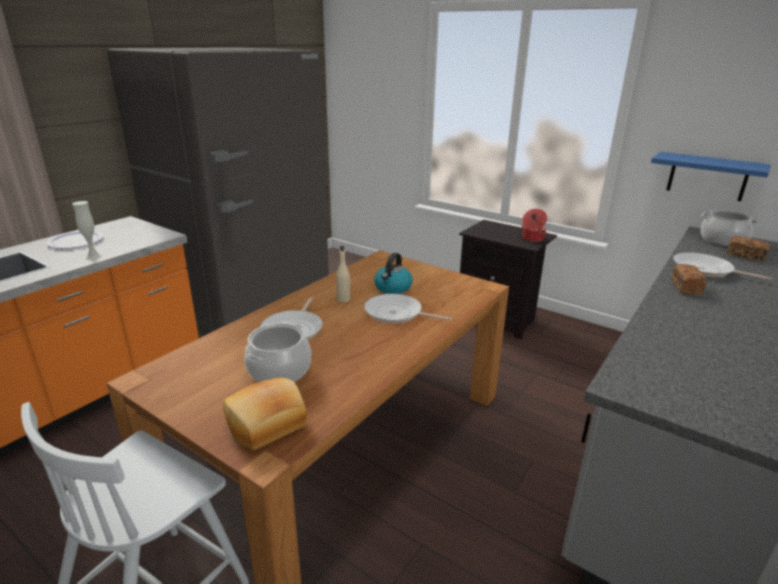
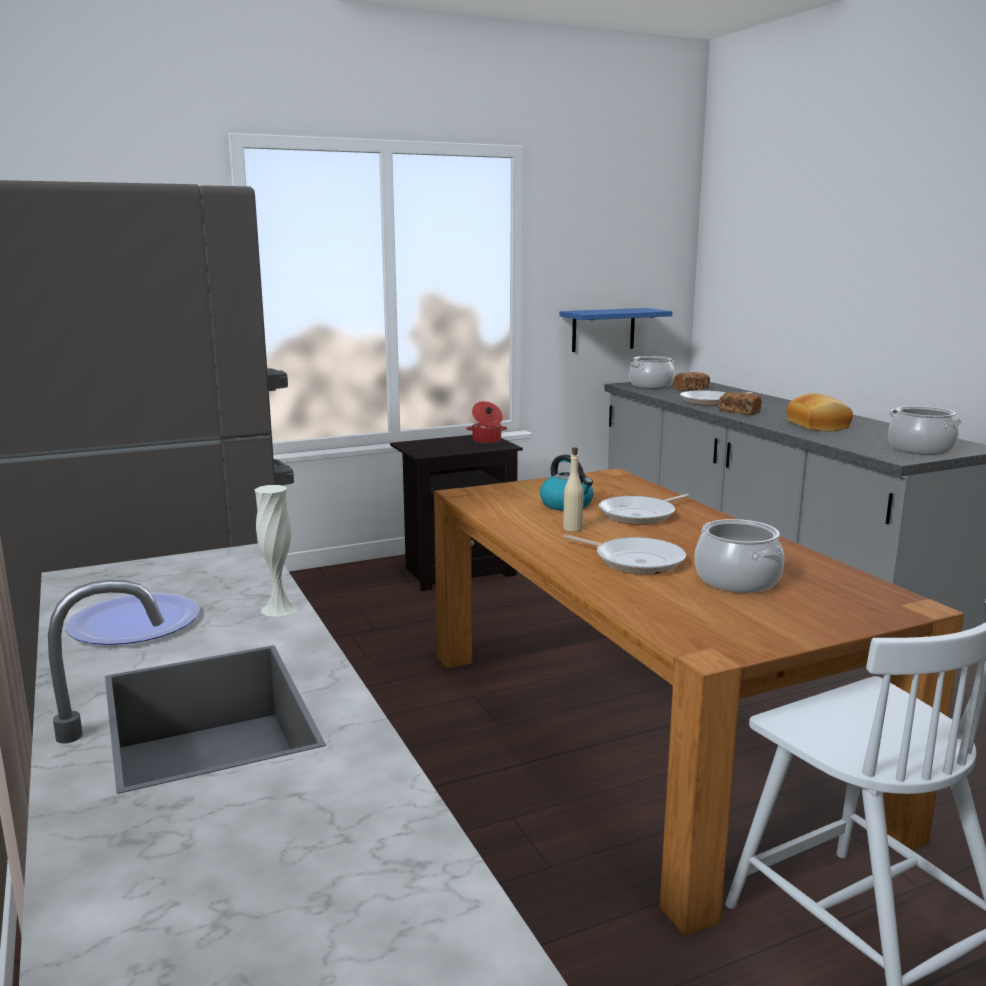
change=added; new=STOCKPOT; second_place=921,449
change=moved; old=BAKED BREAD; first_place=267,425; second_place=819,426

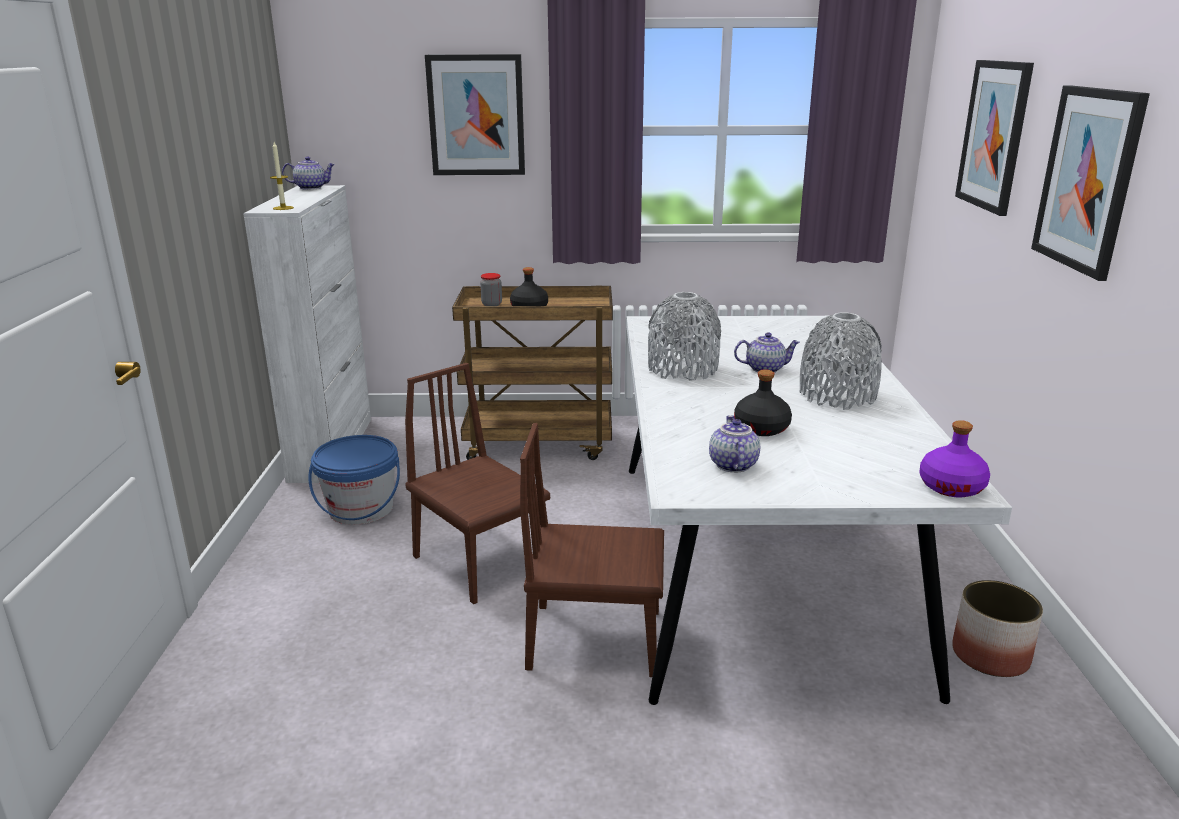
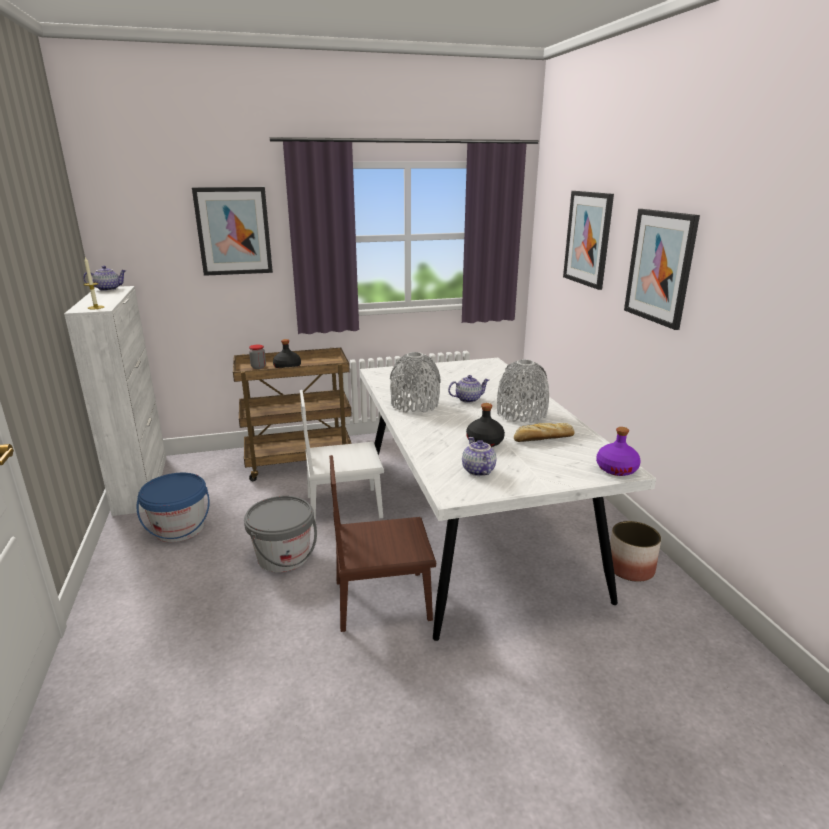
change=added; new=WHITE-COLOURED UPRIGHT CHAIR; second_place=344,506
change=added; new=BAKED BREAD; second_place=542,438
change=replaced; old=BROWNISH UPRIGHT CHAIR; new=GRAY PAIL; first_place=480,562; second_place=283,556

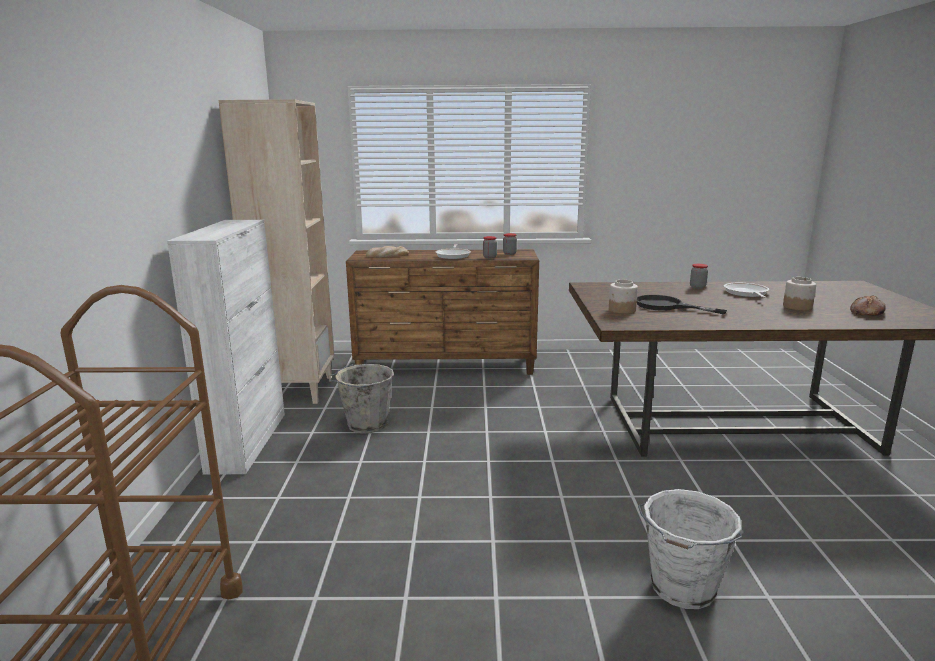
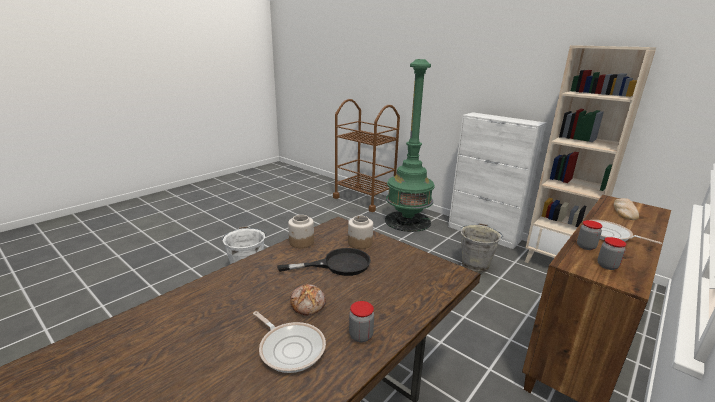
change=added; new=GREEN FLOOR LAMP; second_place=407,221
change=moved; old=PRESERVE JAR; first_place=797,306; second_place=301,242
change=moved; old=BAKED BREAD; first_place=866,313; second_place=308,304

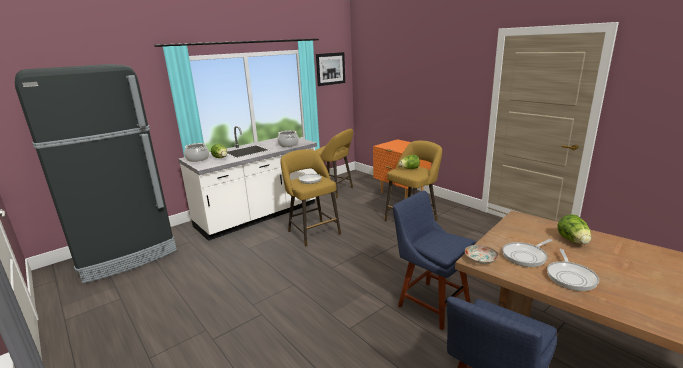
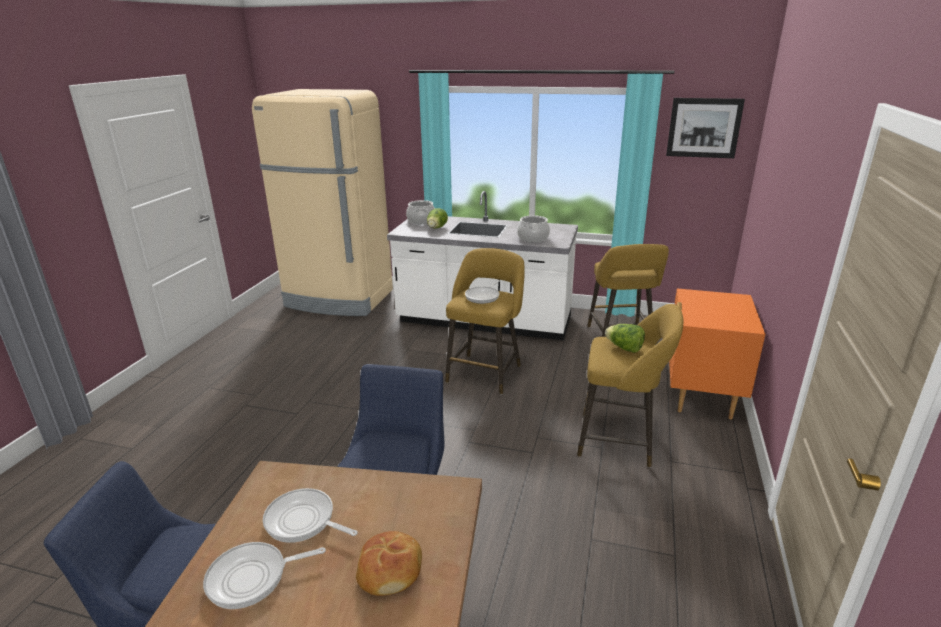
change=removed; old=FLAT DISH; first_place=481,260
change=replaced; old=LETTUCE; new=BAKED BREAD; first_place=573,241; second_place=390,570
change=recoloured; old=BLACKISH FRIDGE; new=BEIGE-COLOURED FRIDGE; first_place=126,255; second_place=339,299

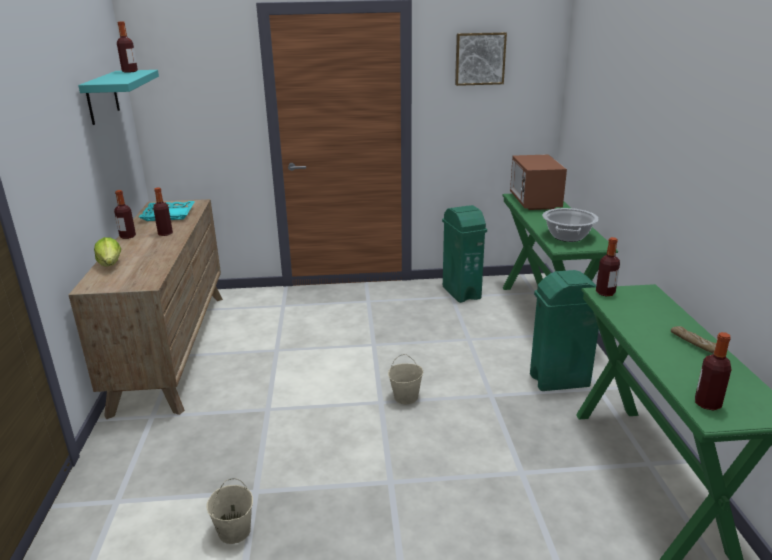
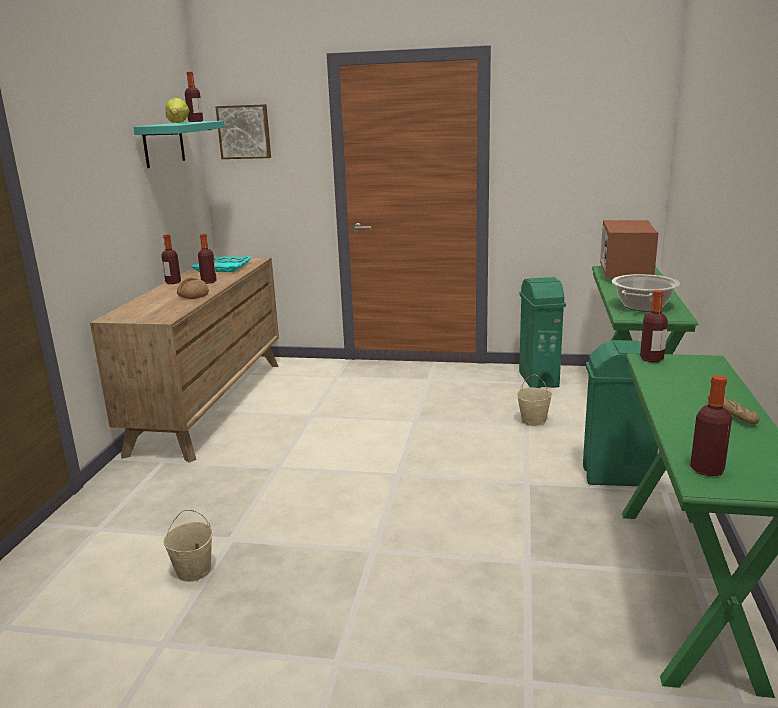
change=added; new=BAKED BREAD; second_place=193,295
change=moved; old=LETTUCE; first_place=110,264; second_place=178,123
change=moved; old=BEIGE-COLOURED PAIL; first_place=406,397; second_place=533,421
change=moved; old=WALL PICTURE; first_place=479,58; second_place=244,132

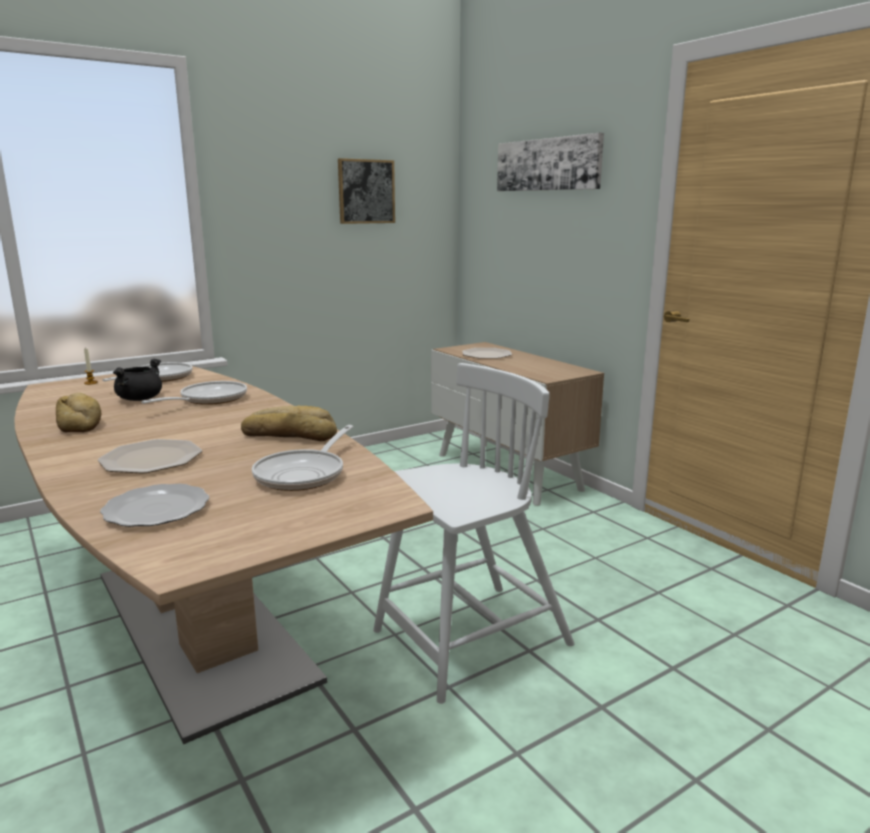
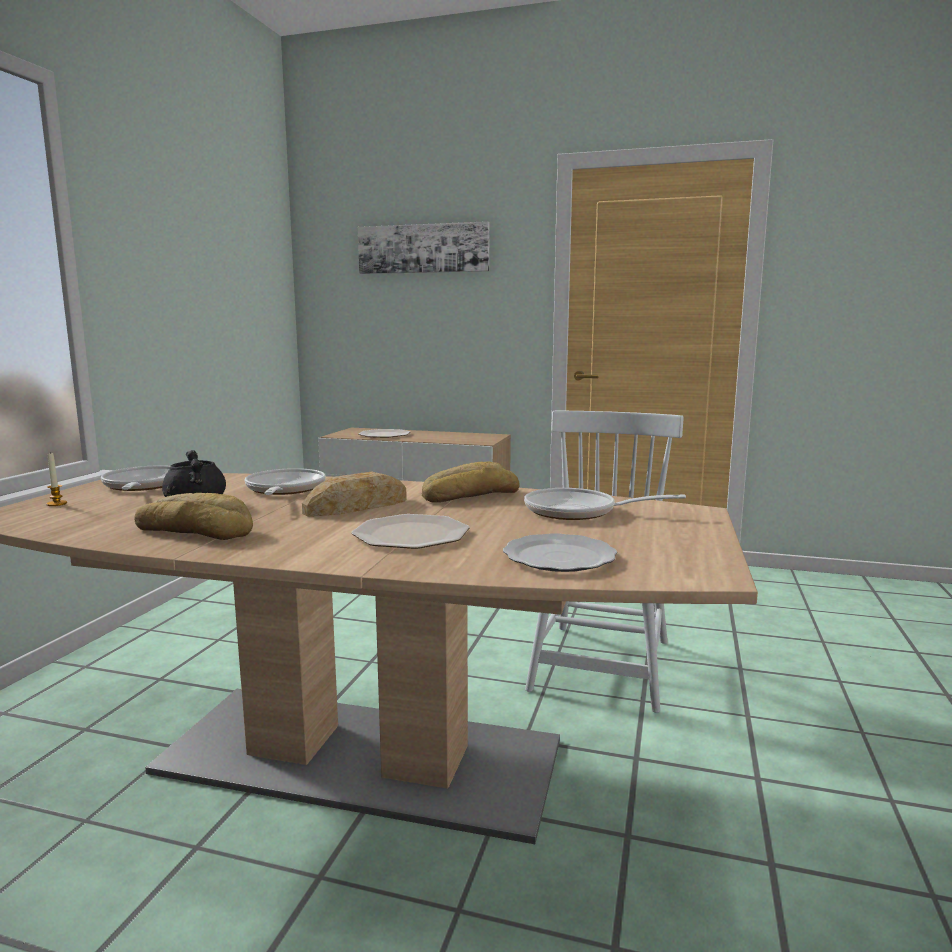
change=removed; old=WALL PICTURE; first_place=366,191
change=added; new=BAKED BREAD; second_place=356,506
change=turned; old=PAN; first_place=304,474; second_place=578,512; degrees=120

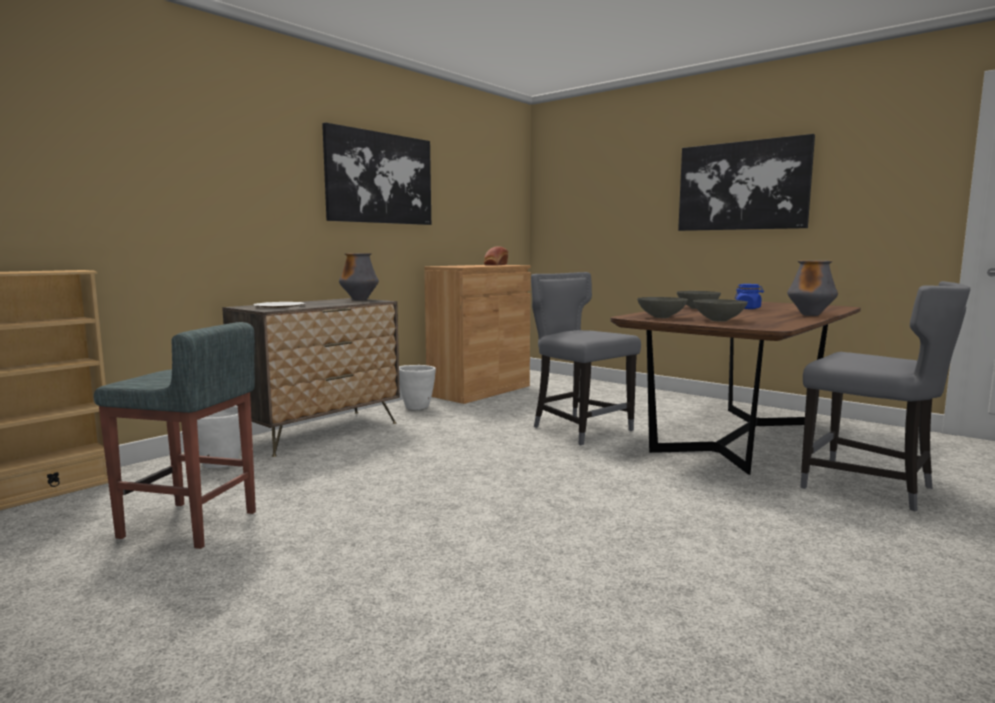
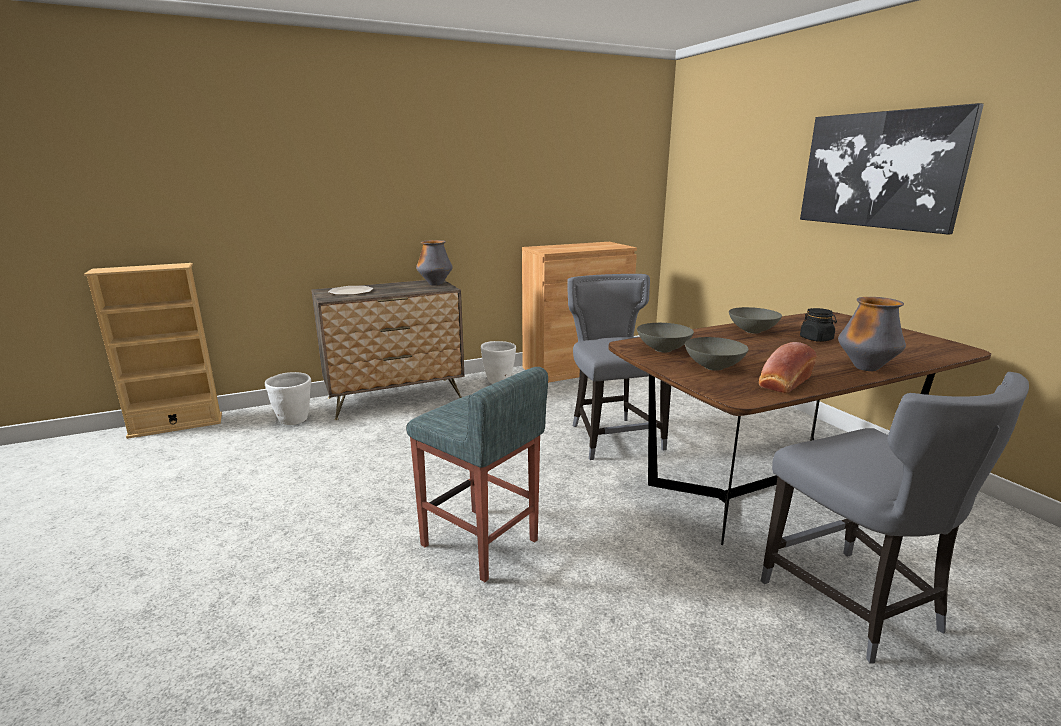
change=removed; old=WALL PICTURE; first_place=379,178
change=moved; old=GRAY SITTING STOOL; first_place=190,525; second_place=480,543
change=moved; old=BAKED BREAD; first_place=495,265; second_place=783,383
change=recoloured; old=BLUISH PRESERVE JAR; new=BLACKISH PRESERVE JAR; first_place=748,308; second_place=816,339

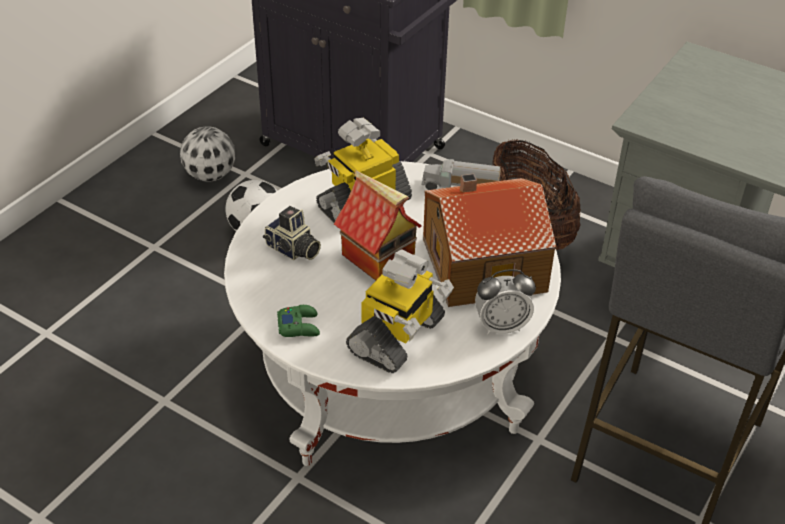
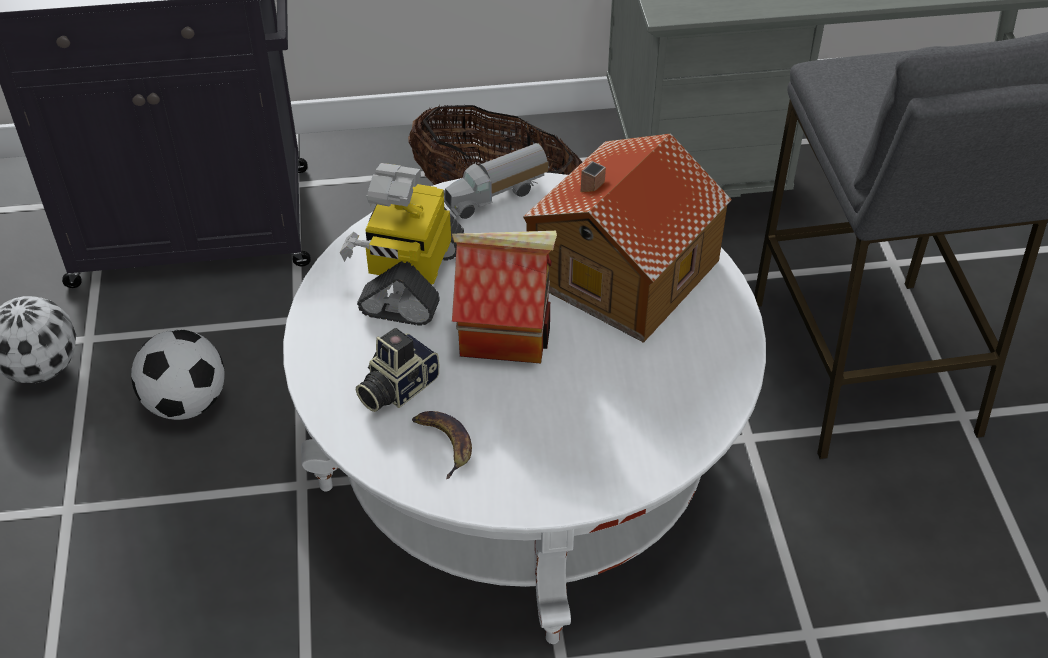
change=removed; old=GREEN GAMEPAD; first_place=299,326
change=removed; old=ROBOT FIGURE; first_place=397,337
change=removed; old=ALARM CLOCK; first_place=501,326
change=added; new=BANANA; second_place=443,443
change=turned; old=PHOTO CAMERA; first_place=293,250; second_place=396,387; degrees=135

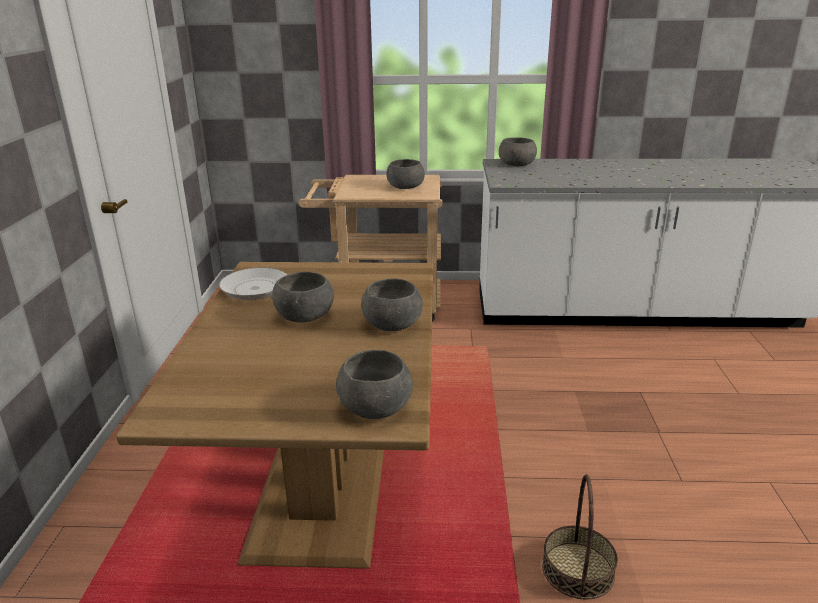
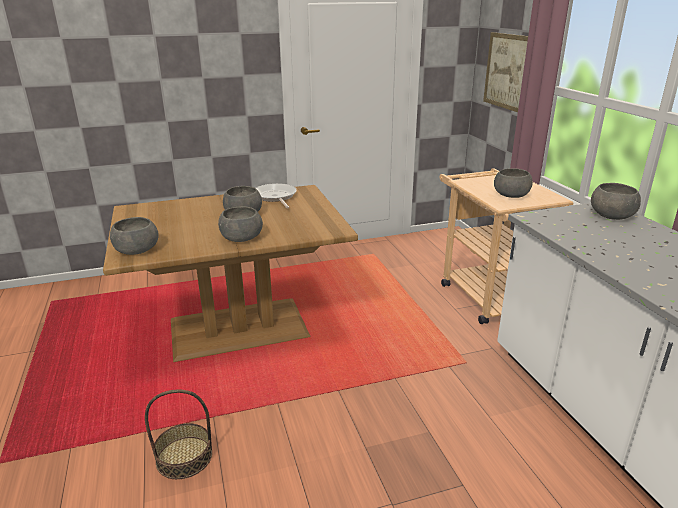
change=added; new=WALL PICTURE; second_place=507,71

